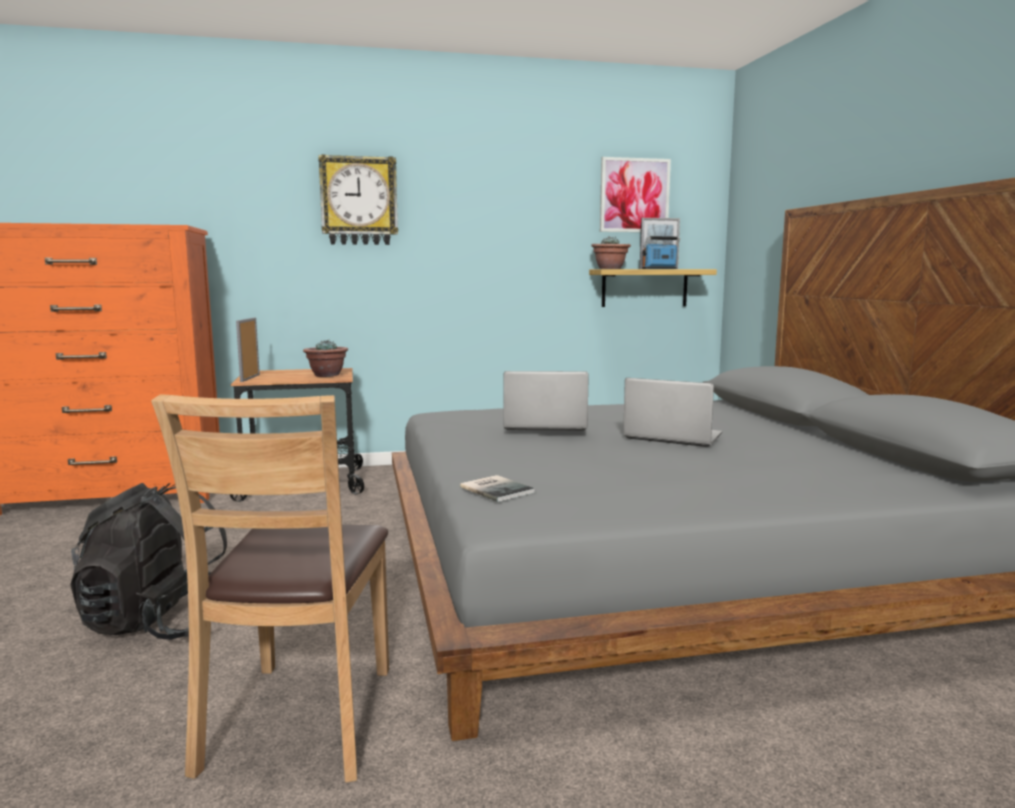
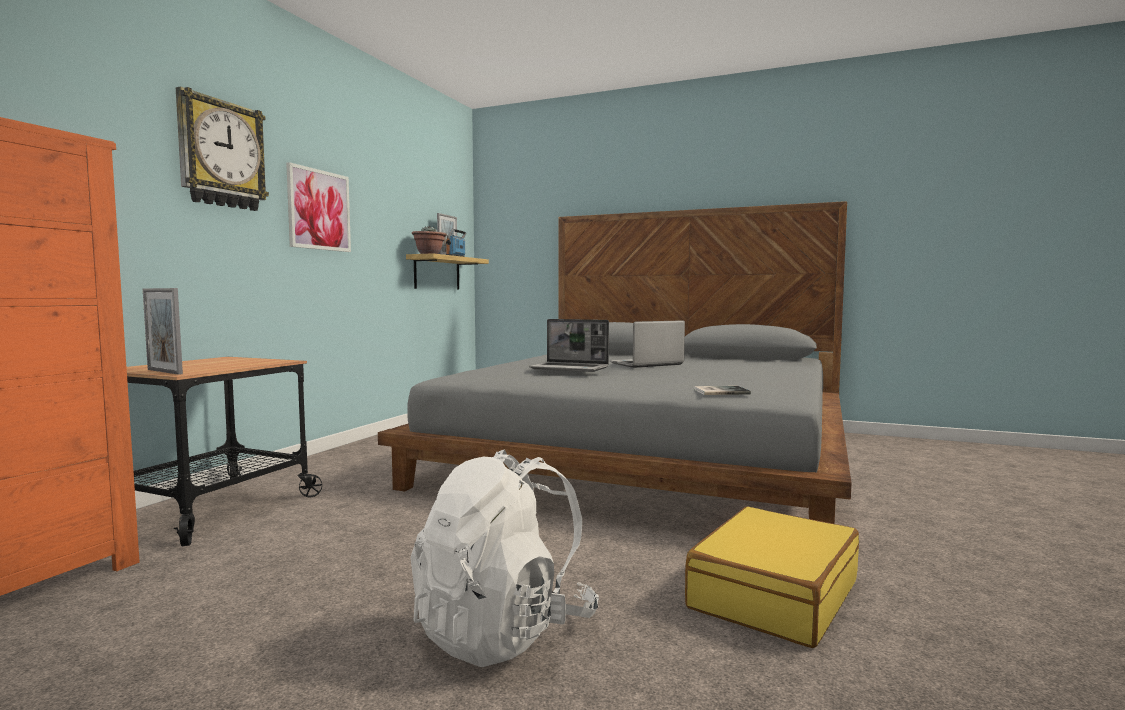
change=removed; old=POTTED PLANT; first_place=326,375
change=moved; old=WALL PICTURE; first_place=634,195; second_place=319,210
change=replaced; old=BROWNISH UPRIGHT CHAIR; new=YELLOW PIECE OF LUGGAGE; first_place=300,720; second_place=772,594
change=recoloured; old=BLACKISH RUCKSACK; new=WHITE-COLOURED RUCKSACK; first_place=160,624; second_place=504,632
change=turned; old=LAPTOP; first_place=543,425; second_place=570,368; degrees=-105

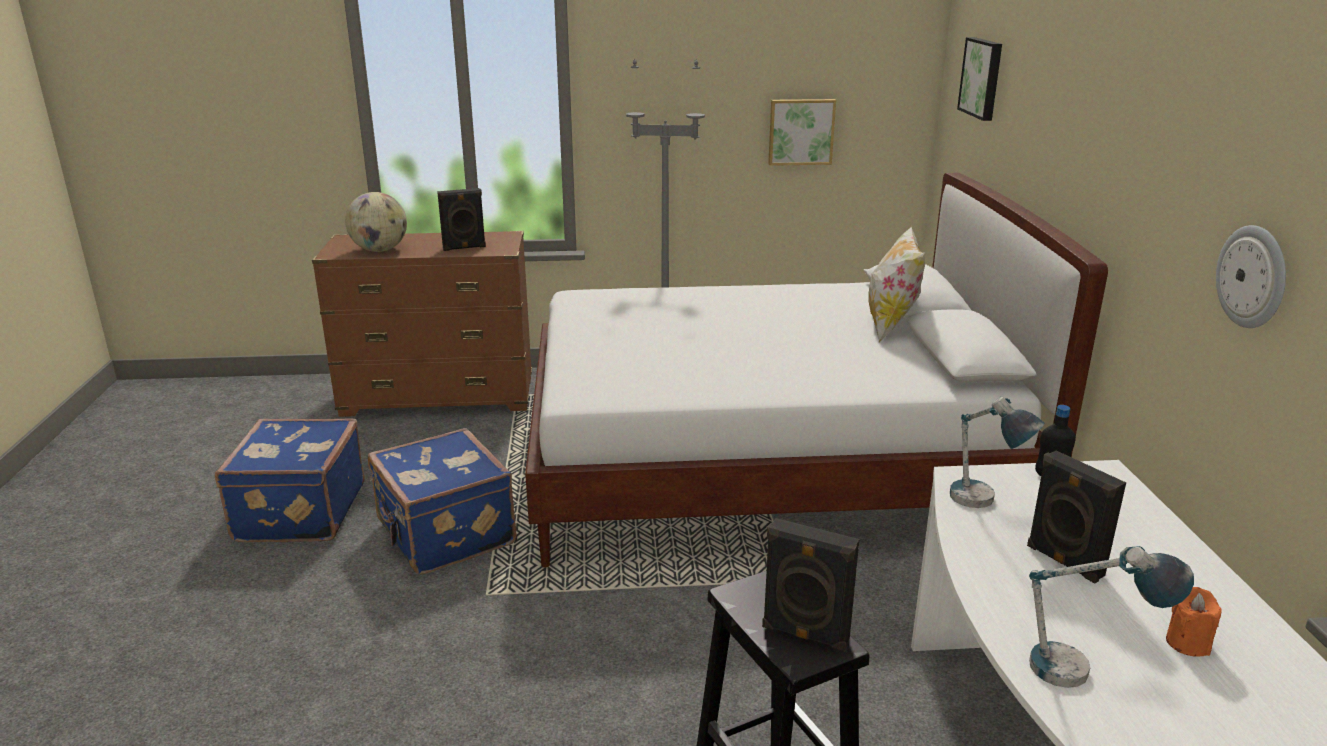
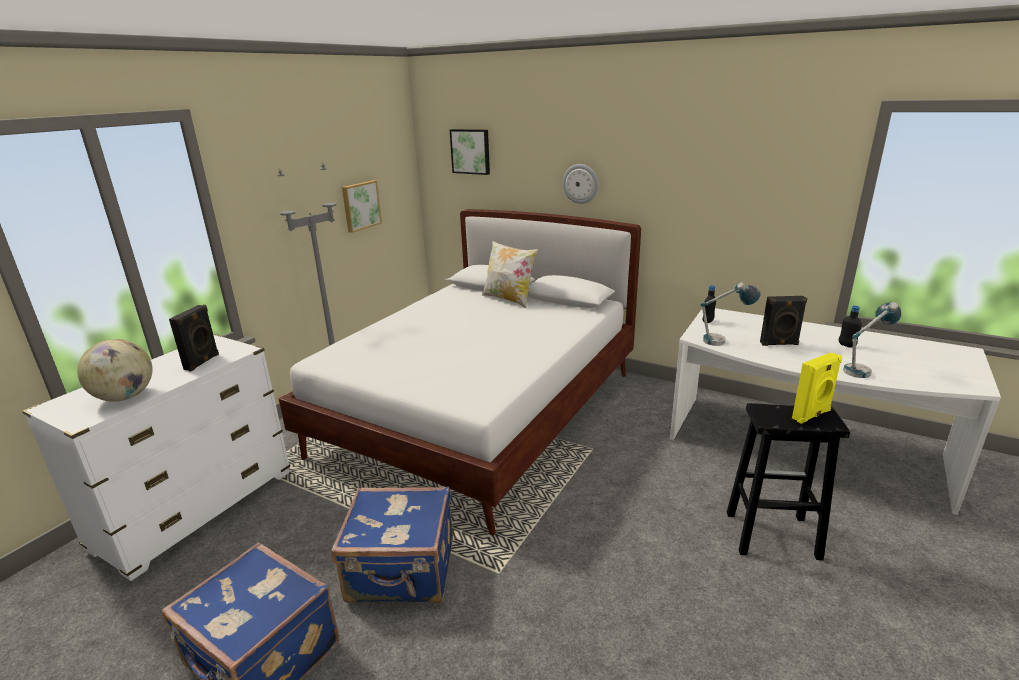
change=moved; old=HANGING CLOCK; first_place=1253,276; second_place=580,183
change=replaced; old=ORANGE-COLOURED CANDLE; new=BLACKISH BOTTLE; first_place=1187,643; second_place=846,345
change=recoloured; old=BROWNISH DRAWER CHEST; new=WHITE-COLOURED DRAWER CHEST; first_place=439,397; second_place=197,509
change=recoloured; old=BLACKISH SPEAKER; new=YELLOW SPEAKER; first_place=804,635; second_place=812,415

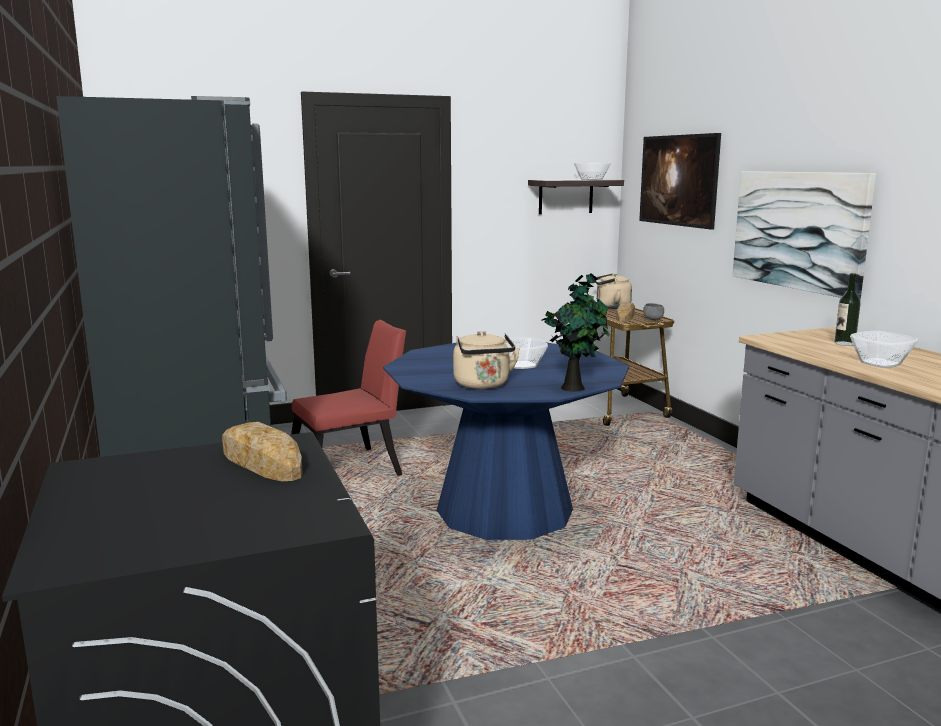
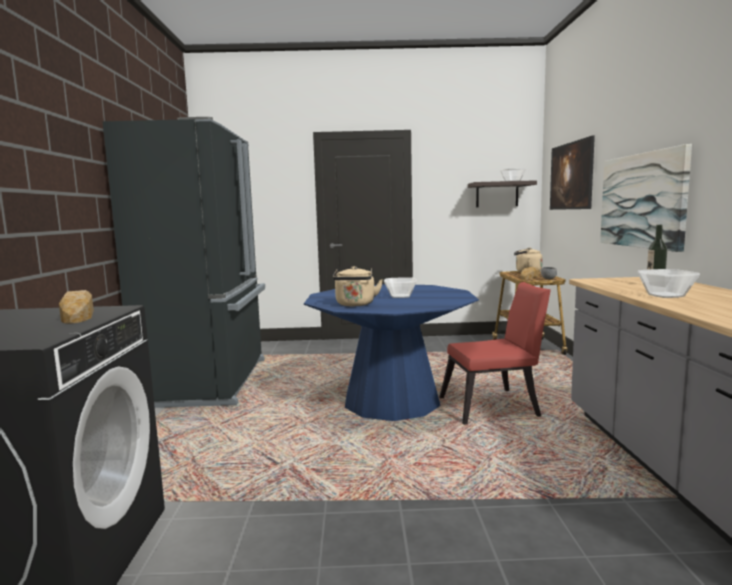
change=removed; old=POTTED PLANT; first_place=574,387
change=moved; old=RED-COLOURED UPRIGHT CHAIR; first_place=351,470; second_place=494,407

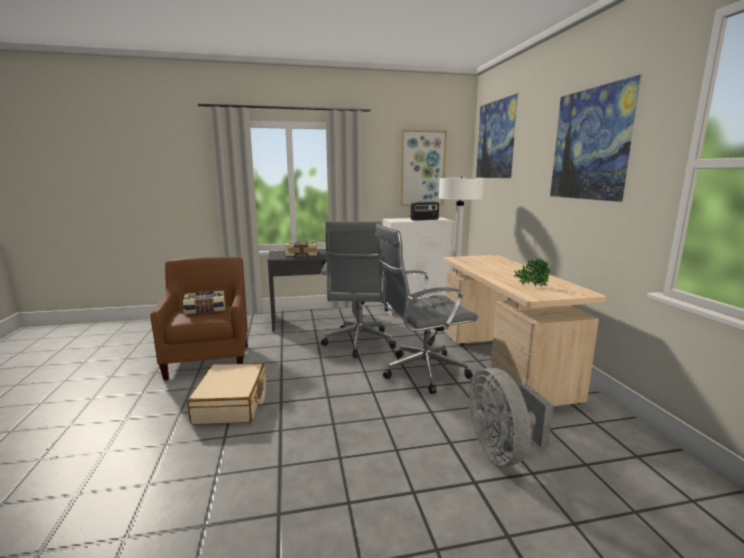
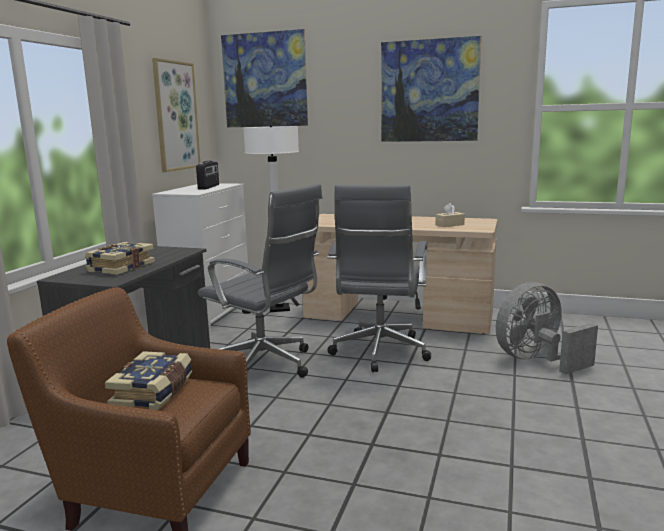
change=removed; old=BEIGE-COLOURED PIECE OF LUGGAGE; first_place=232,403
change=replaced; old=POTTED PLANT; new=BEIGE-COLOURED TISSUE BOX; first_place=531,286; second_place=449,225
change=turned; old=GRAY ELECTRIC FAN; first_place=502,451; second_place=536,360; degrees=135

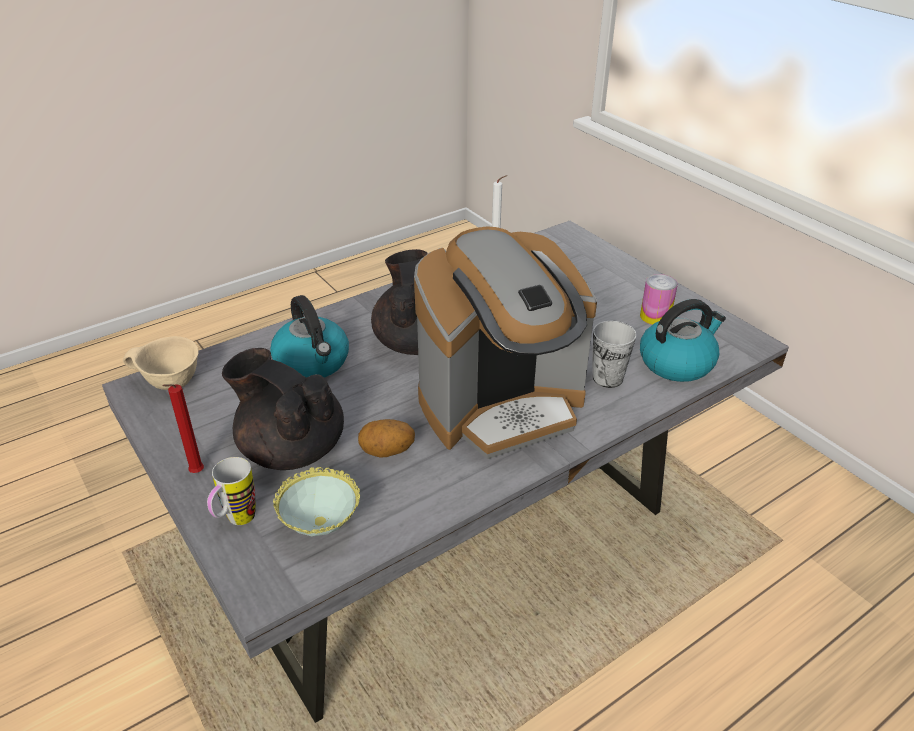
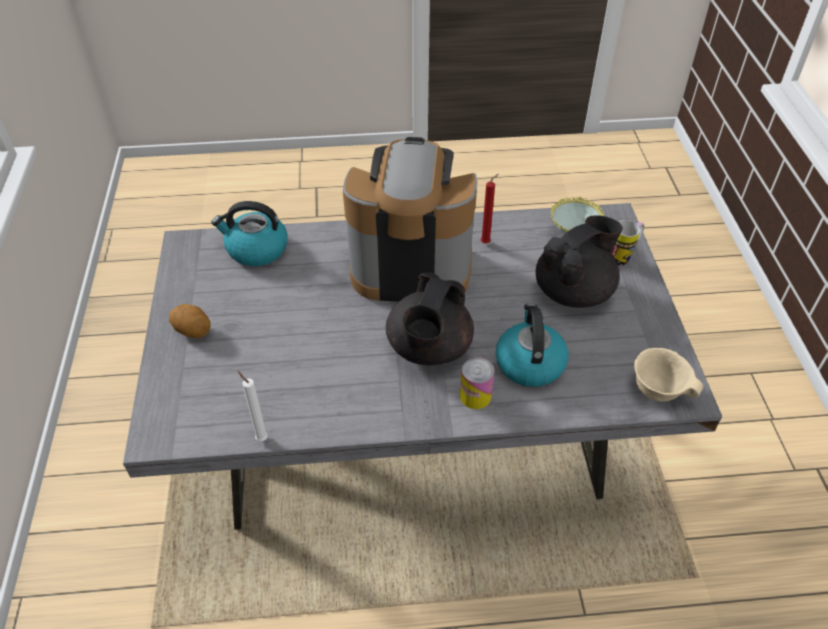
change=removed; old=SMALL CUP; first_place=607,378
change=moved; old=RED-COLOURED CANDLE; first_place=195,474; second_place=486,242
change=moved; old=WHOLE POTATO; first_place=387,452; second_place=193,331
change=moved; old=SEALED CAN; first_place=655,316; second_place=475,396
change=turned; old=BLACKISH TEA POT; first_place=291,449; second_place=574,291; degrees=-105

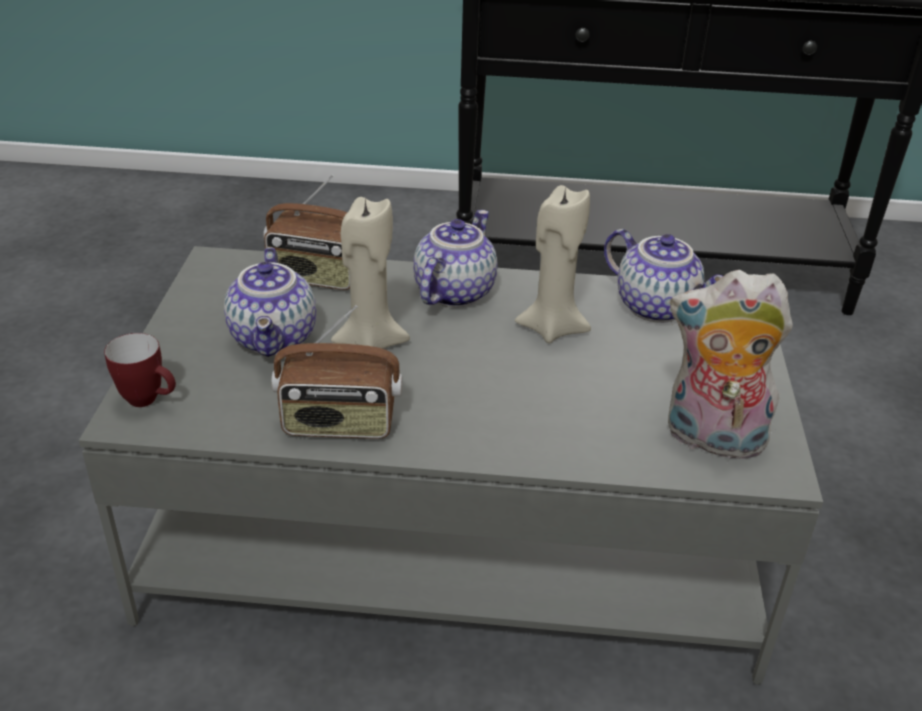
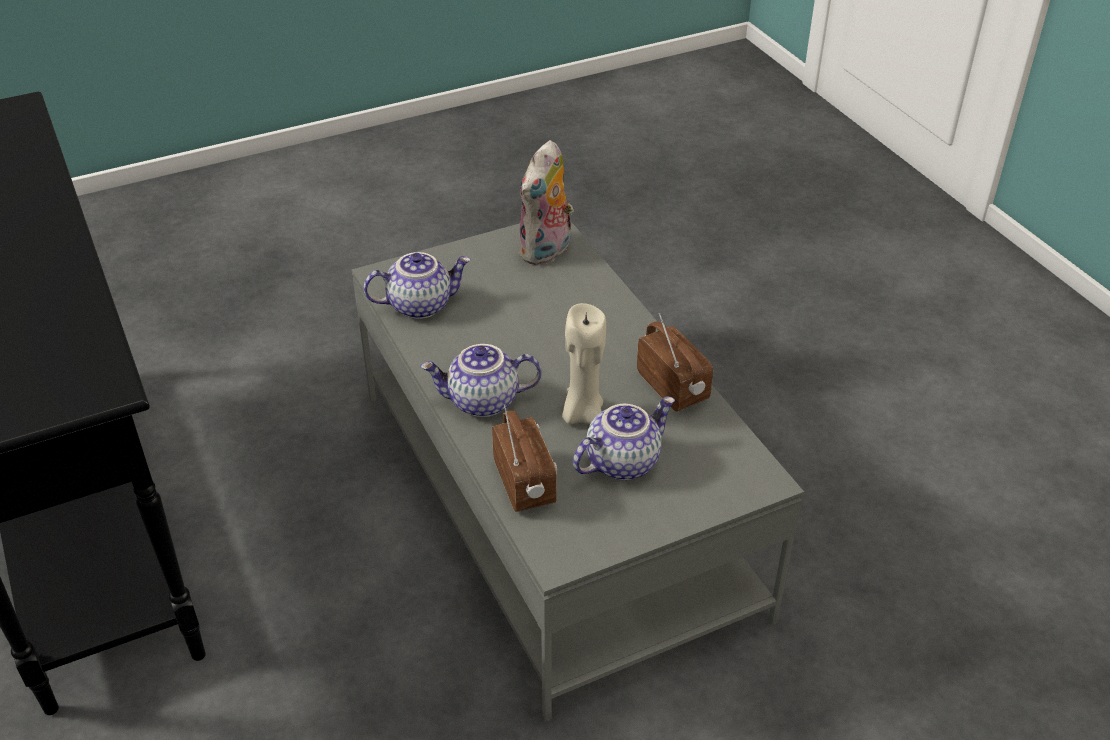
change=removed; old=TEA MUG; first_place=149,400
change=removed; old=BEIGE-COLOURED CANDLE; first_place=552,328
change=turned; old=TEA POT; first_place=658,307; second_place=420,304; degrees=60
change=turned; old=SOFT TOY; first_place=711,440; second_place=547,252; degrees=45

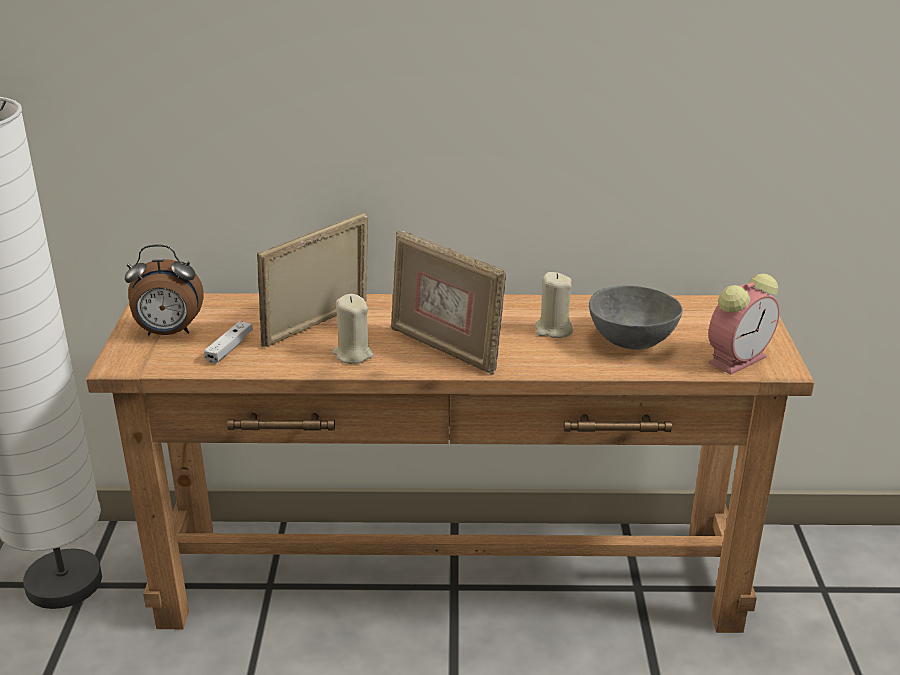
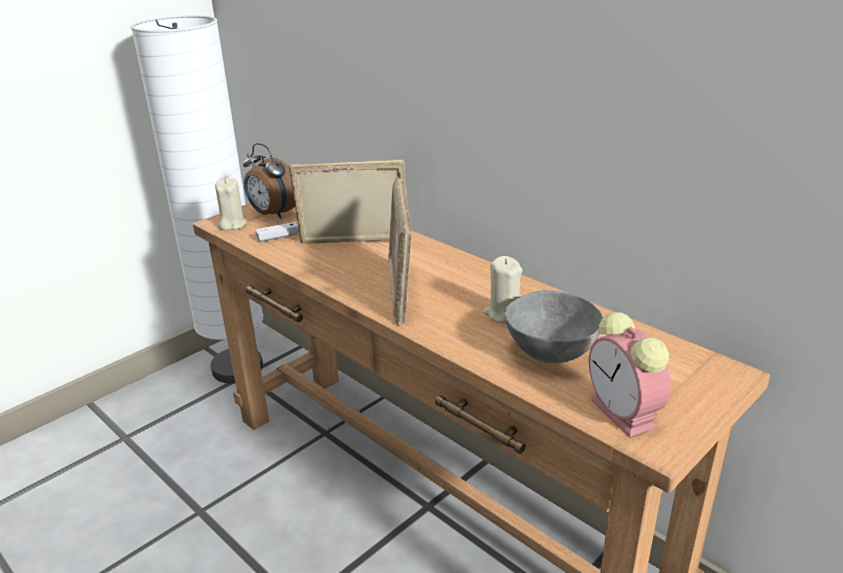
change=moved; old=BEIGE-COLOURED CANDLE; first_place=353,354; second_place=232,224
change=turned; old=ALARM CLOCK; first_place=738,359; second_place=626,415; degrees=60

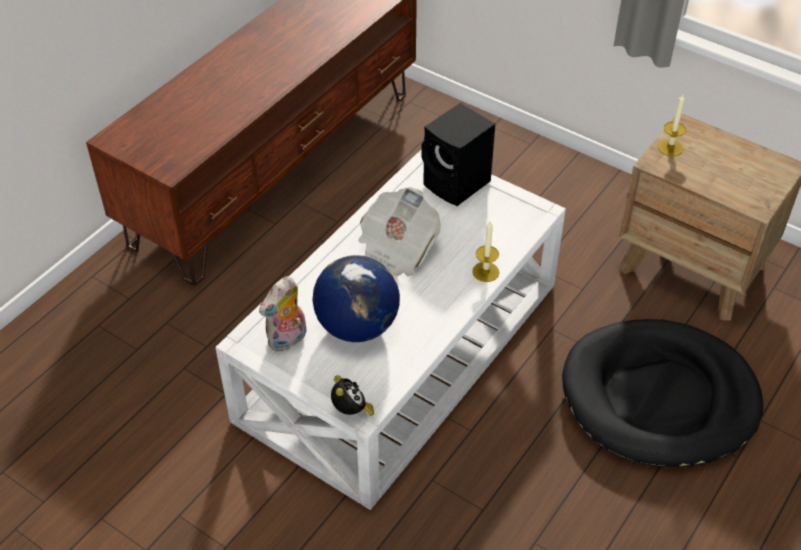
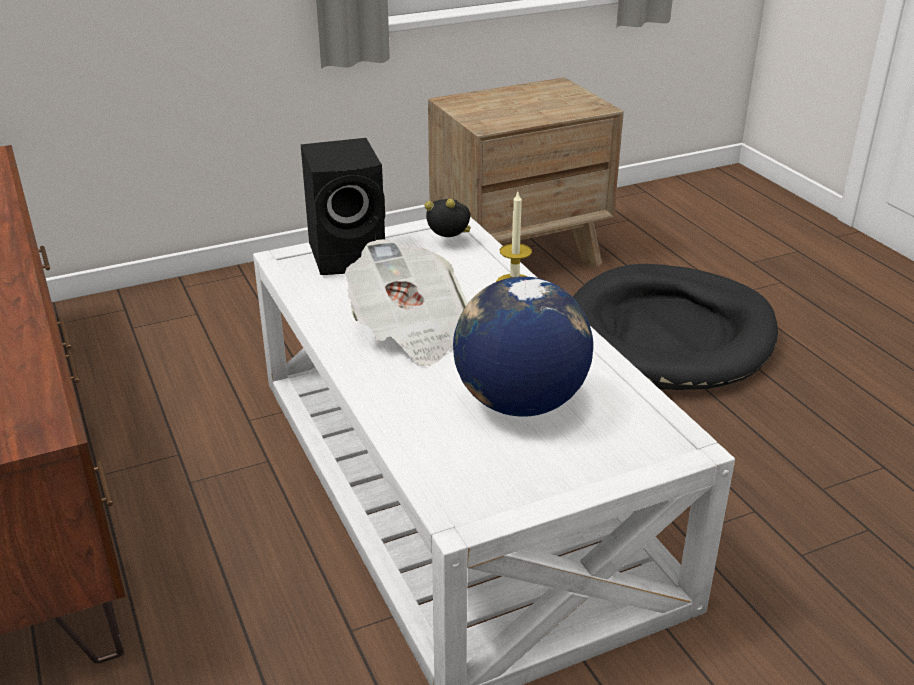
change=removed; old=SOFT TOY; first_place=287,340
change=removed; old=CANDLE; first_place=670,148
change=moved; old=ALARM CLOCK; first_place=351,411; second_place=450,241

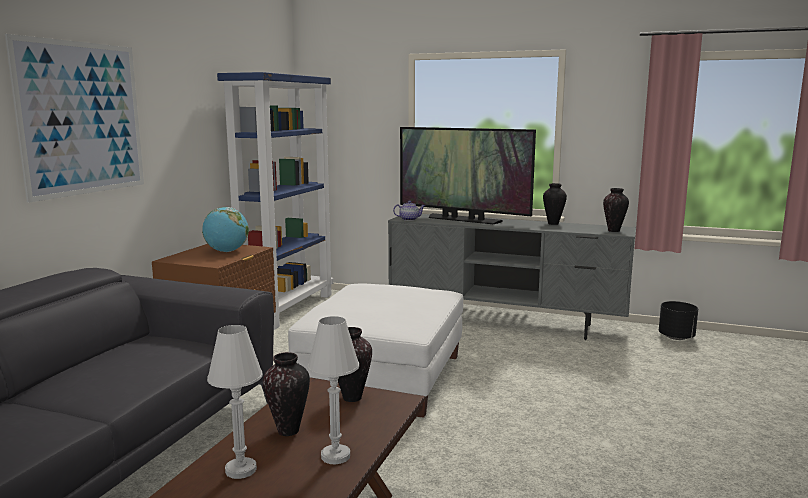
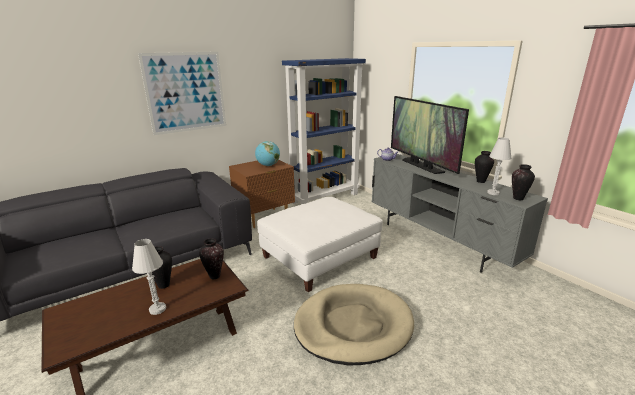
change=removed; old=BLACKISH FLOWER POT; first_place=676,337
change=added; new=BEIGE-COLOURED DOG BED; second_place=353,326
change=moved; old=WHITE-COLOURED LAMP FOR A TABLE; first_place=241,470; second_place=493,193

